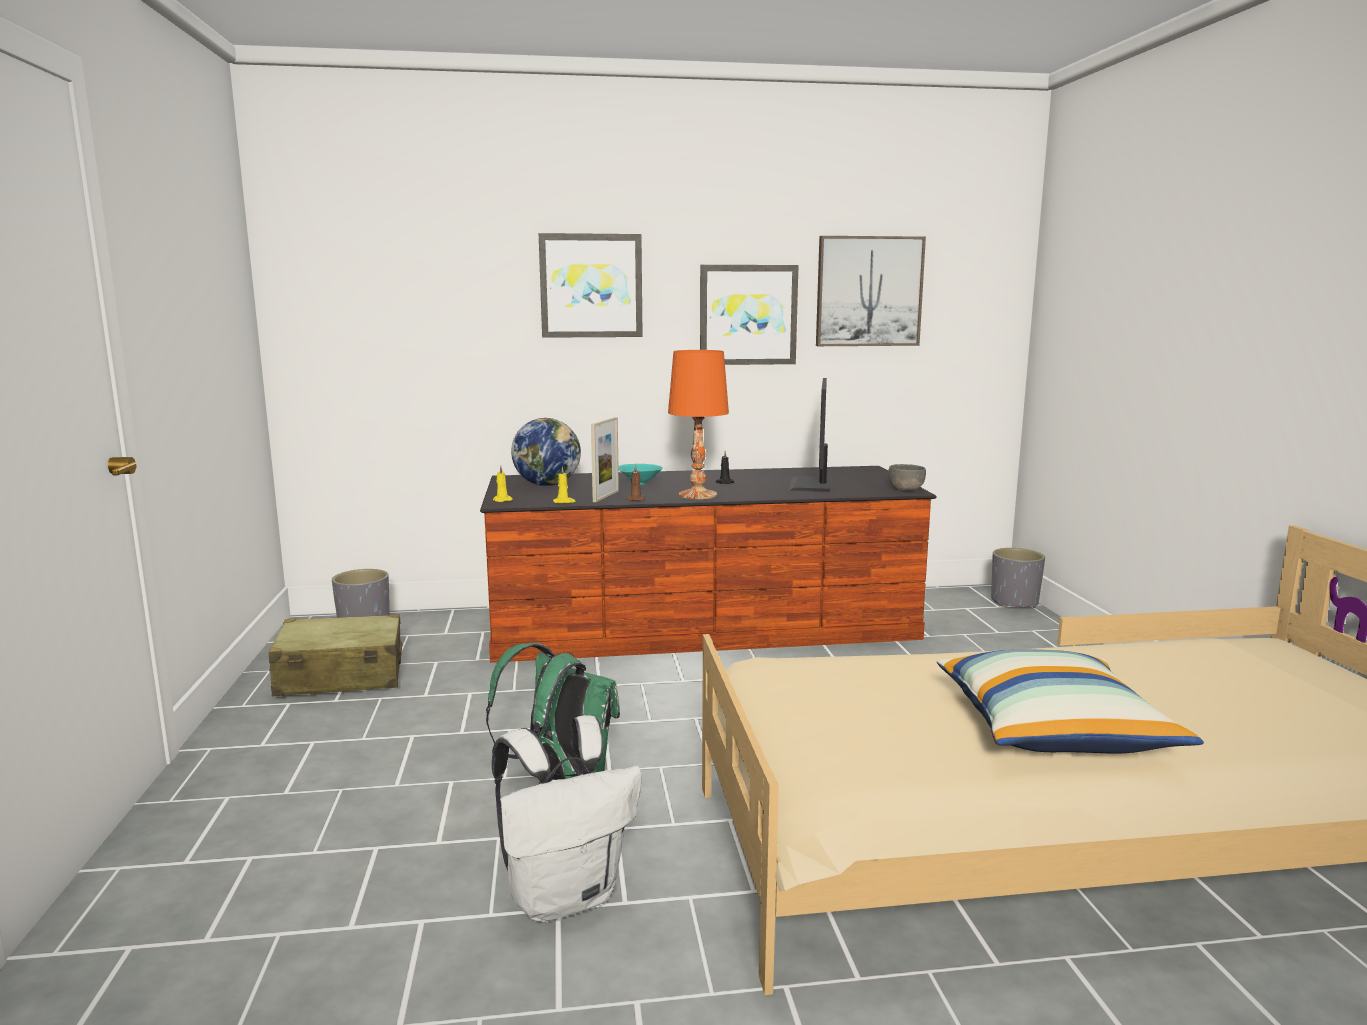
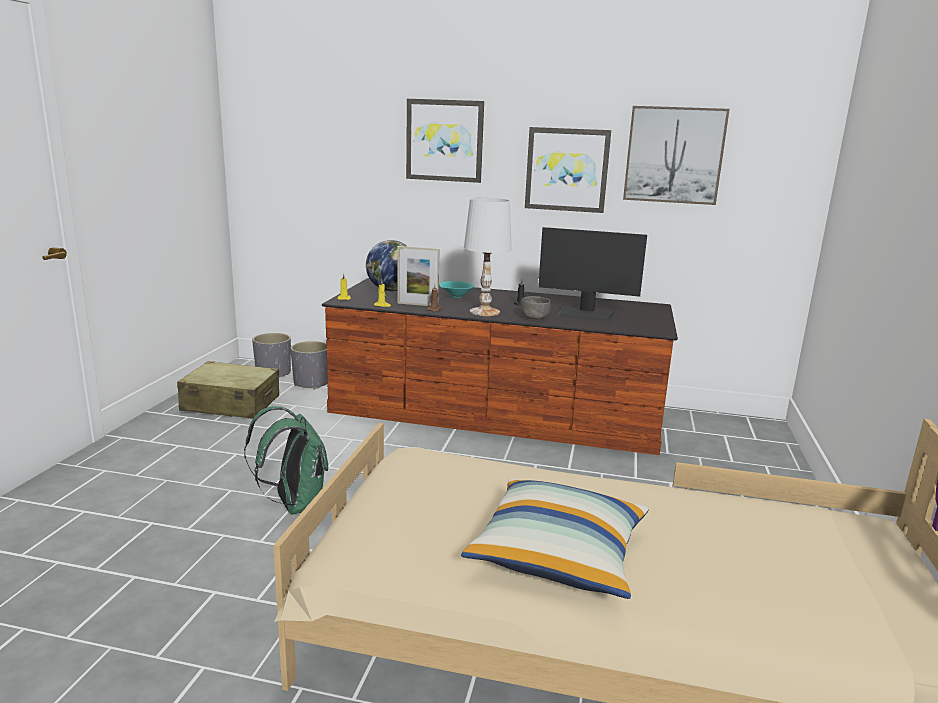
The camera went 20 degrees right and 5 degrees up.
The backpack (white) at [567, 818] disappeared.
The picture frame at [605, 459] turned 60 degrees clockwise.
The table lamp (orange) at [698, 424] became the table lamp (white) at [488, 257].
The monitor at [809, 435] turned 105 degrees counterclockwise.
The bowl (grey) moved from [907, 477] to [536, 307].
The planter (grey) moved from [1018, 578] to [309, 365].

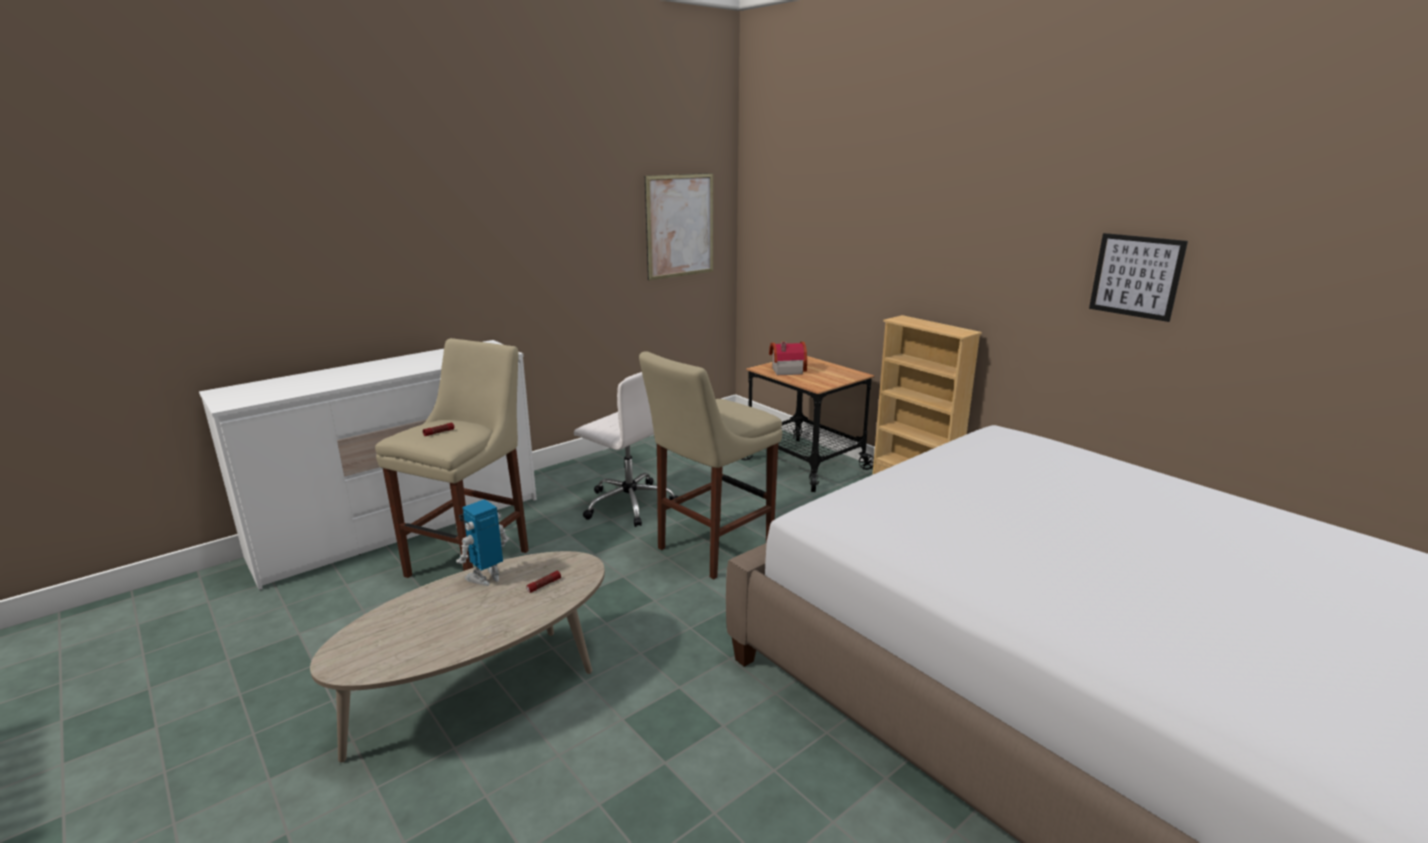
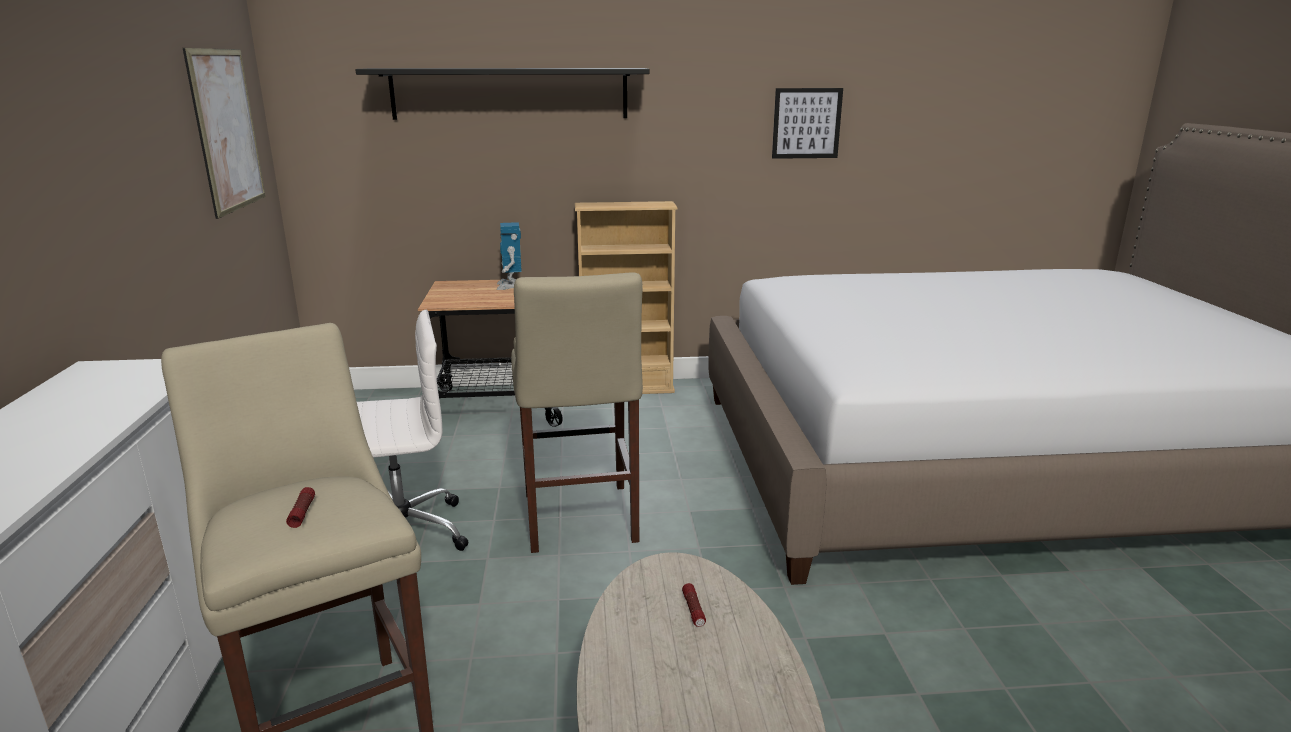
The camera went 55 degrees left and 0 degrees up.
The toy robot moved from [483, 542] to [509, 256].
The toy house at [788, 358] disappeared.
The shelf (black) at [502, 94] appeared.

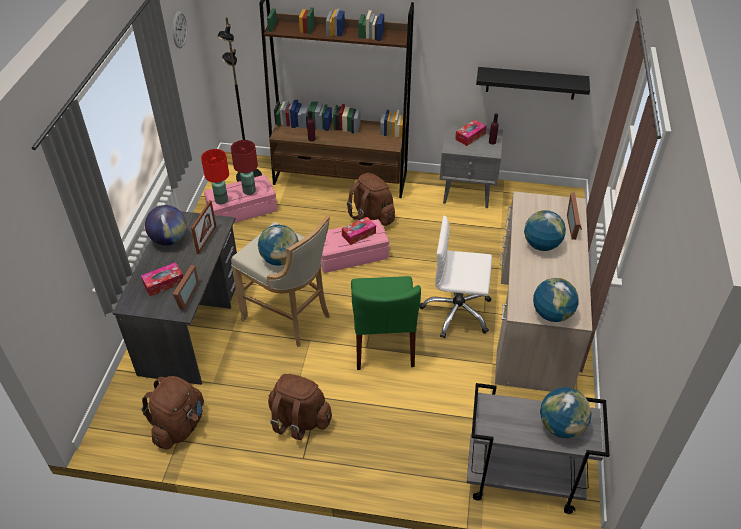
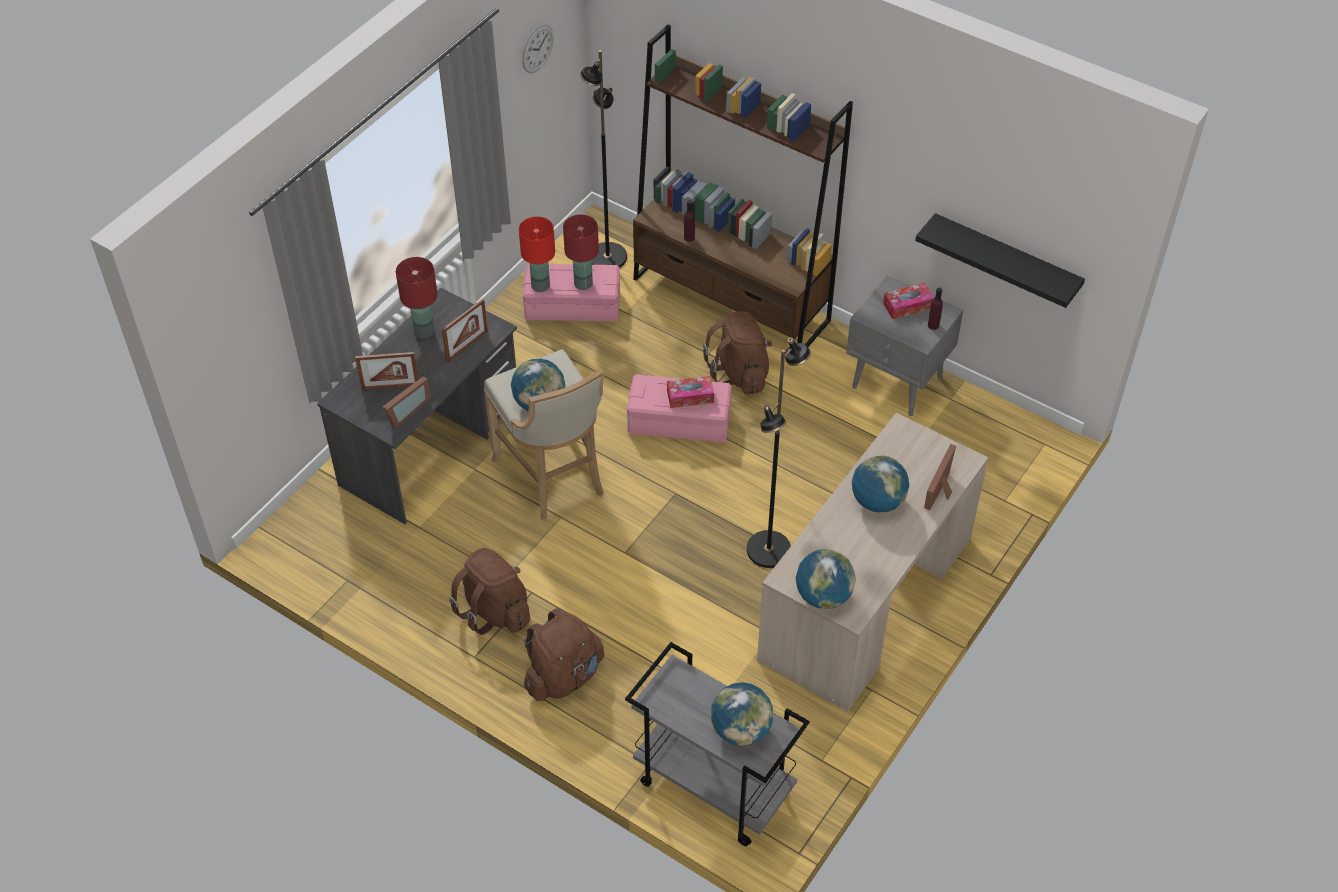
The camera went 25 degrees right and 5 degrees up.
The tissue box at [162, 279] was replaced by the picture frame at [386, 371].
The backpack (brown) moved from [172, 413] to [564, 654].
The globe at [166, 225] was replaced by the table lamp (red) at [417, 297].
The chair (green) at [386, 323] disappeared.
The office chair (white) at [456, 277] was replaced by the floor lamp (black) at [779, 453].

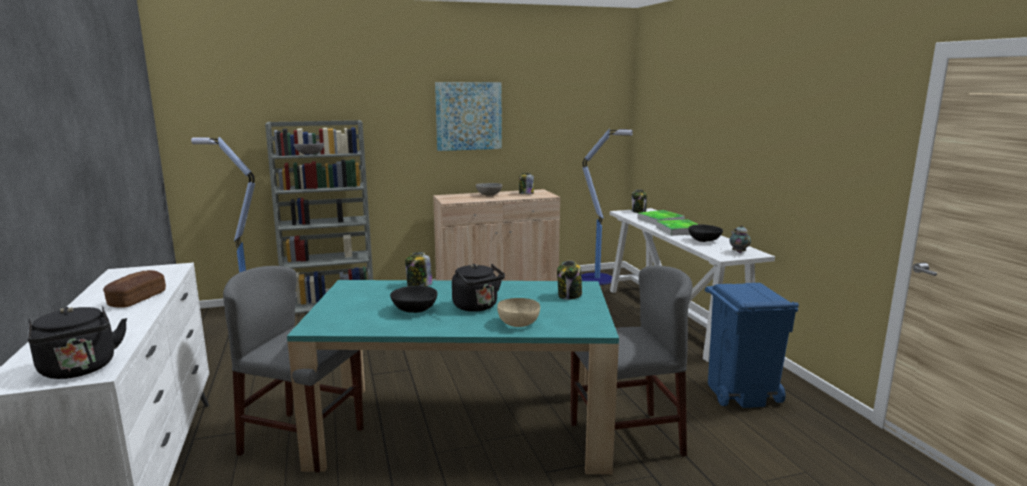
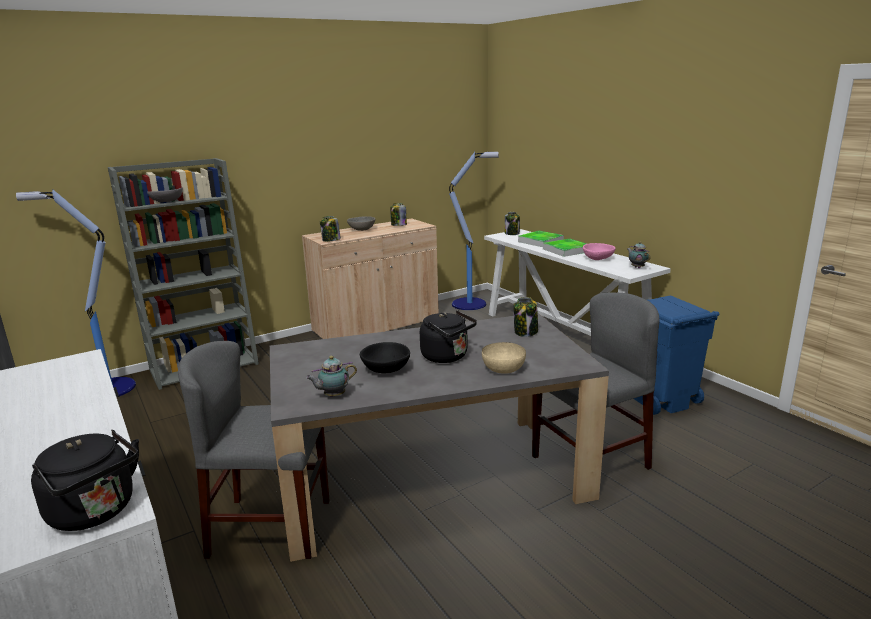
The camera went 15 degrees left and 5 degrees up.
The bread at [134, 289] disappeared.
The dining table (turquoise) at [453, 377] became the dining table (grey) at [439, 437].
The jar moved from [418, 269] to [330, 229].
The picture at [468, 116] disappeared.
The bowl (black) at [706, 233] became the bowl (pink) at [599, 251].
The teapot at [331, 376] appeared.

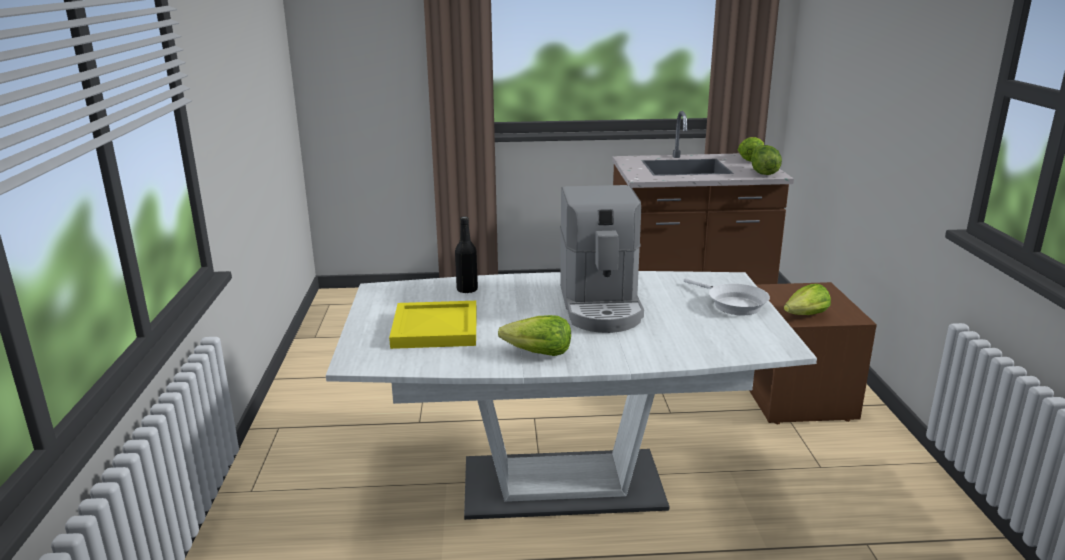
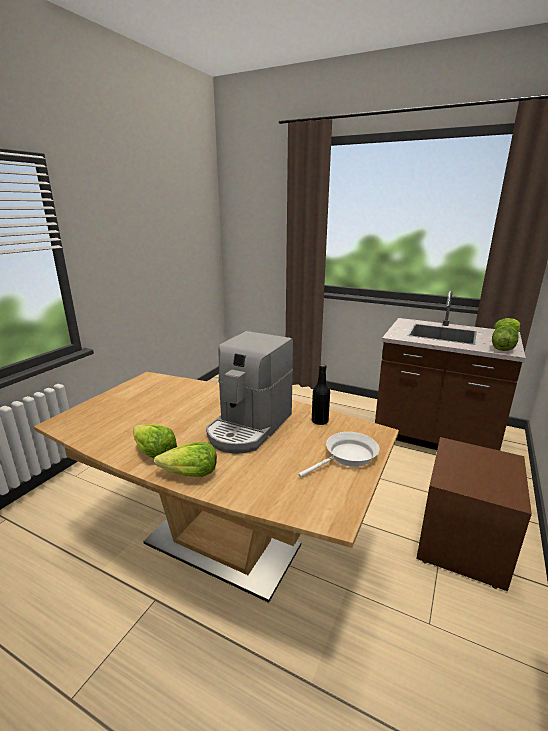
The camera went 30 degrees right and 0 degrees up.
The dining table (white) at [571, 395] became the dining table (brown) at [216, 487].
The tray (yellow) at [433, 325] disappeared.
The bottle (black) moved from [466, 254] to [321, 394].
The frying pan (white) at [727, 296] turned 120 degrees counterclockwise.
The lettuce moved from [807, 299] to [185, 459].

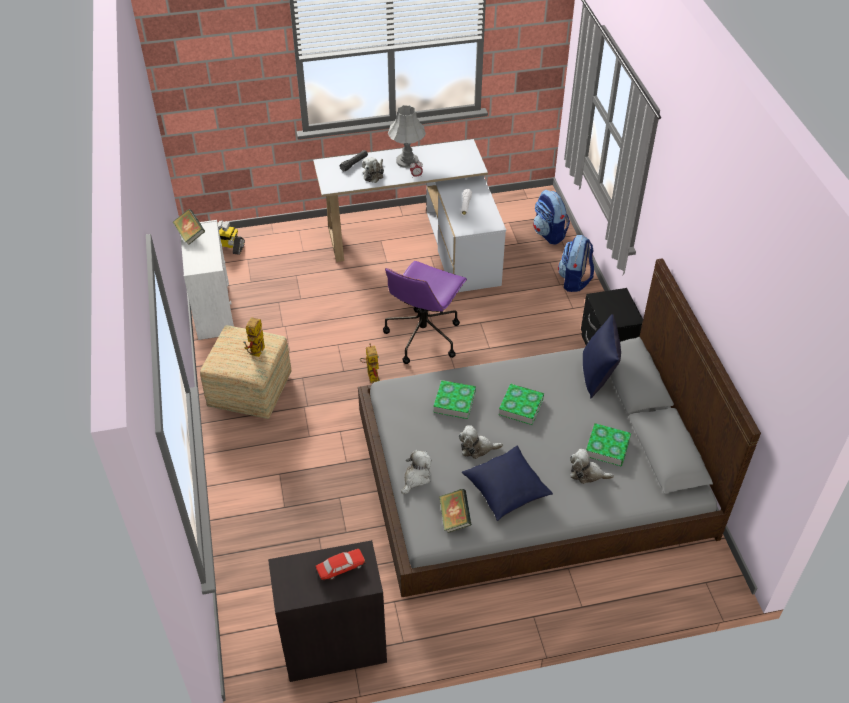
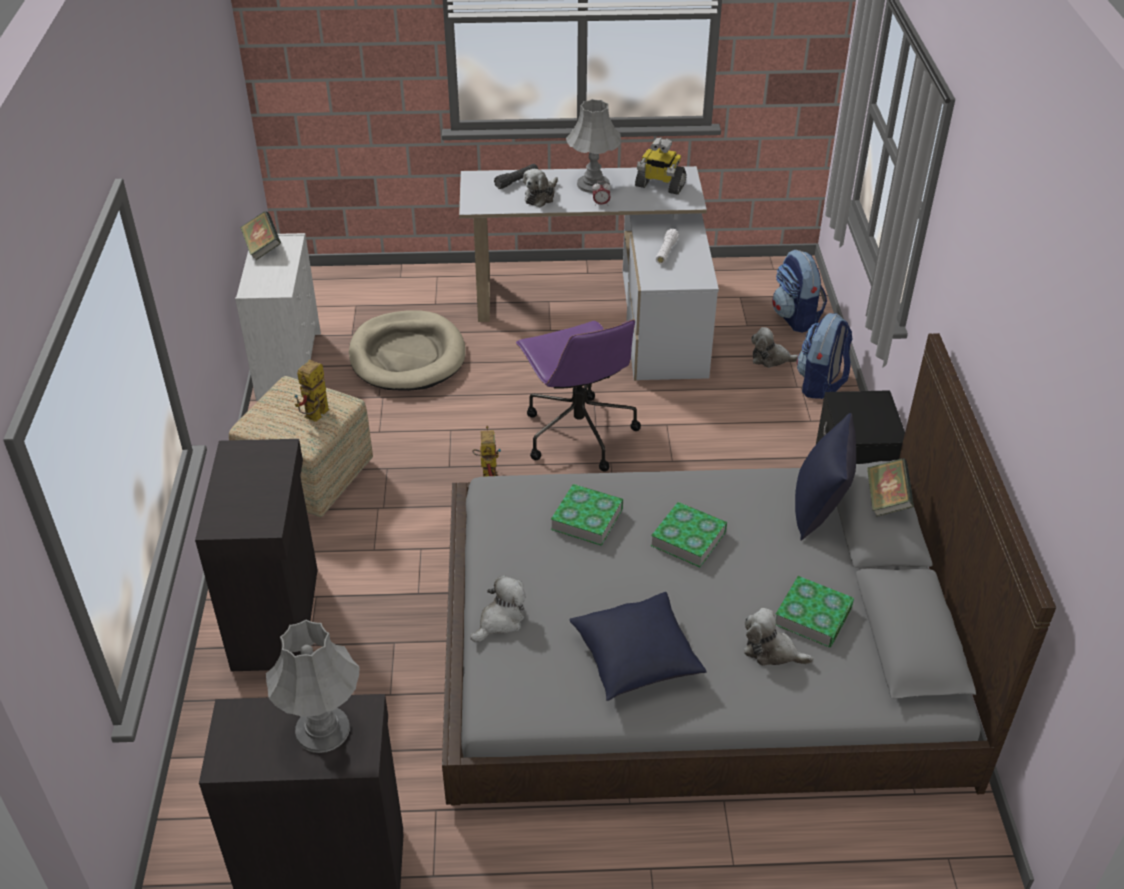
The camera went 10 degrees right and 5 degrees down.
The toy robot moved from [231, 237] to [661, 166].
The toy car at [341, 565] was replaced by the table lamp (grey) at [313, 686].
The office chair (purple) at [425, 312] turned 60 degrees counterclockwise.
The book moved from [455, 511] to [890, 487].
The plush toy moved from [481, 442] to [775, 347].
The cabinet (black) at [256, 555] appeared.
The dog bed (beige) at [407, 350] appeared.

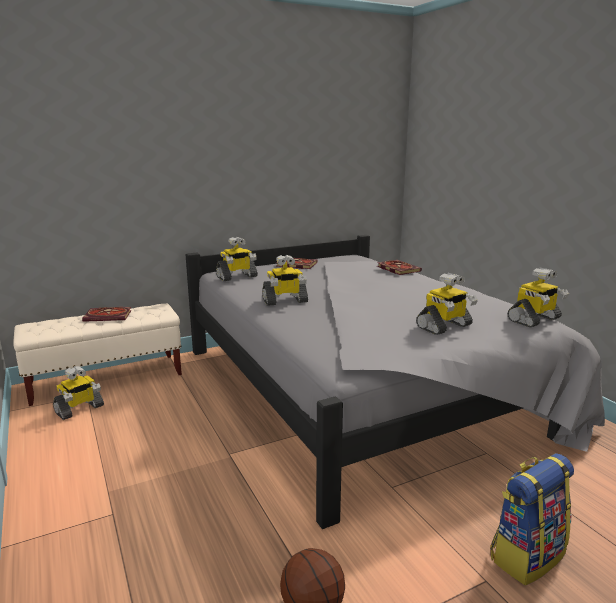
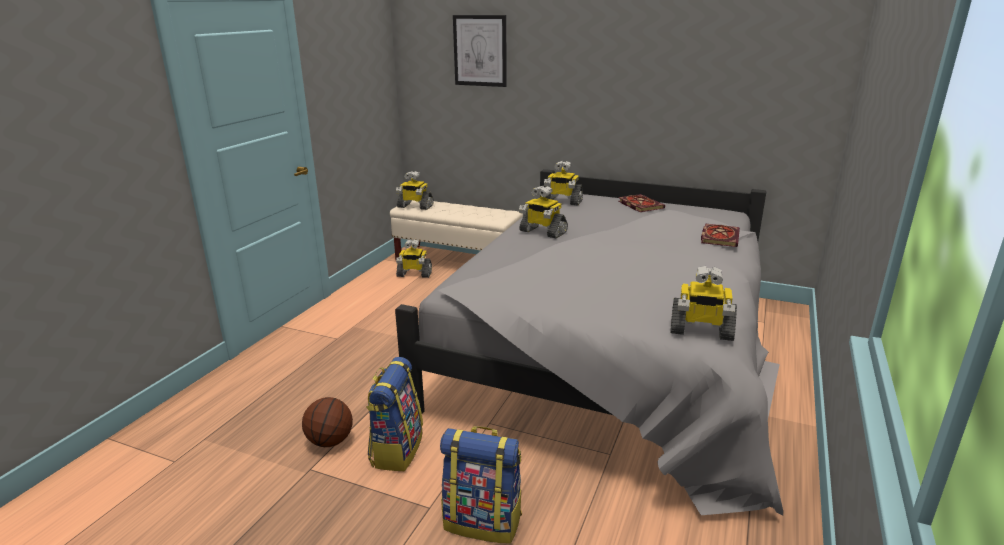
The camera went 50 degrees right and 5 degrees up.
The book at [107, 314] disappeared.
The toy robot moved from [447, 304] to [415, 190].
The backpack at [395, 414] appeared.
The picture at [480, 51] appeared.

